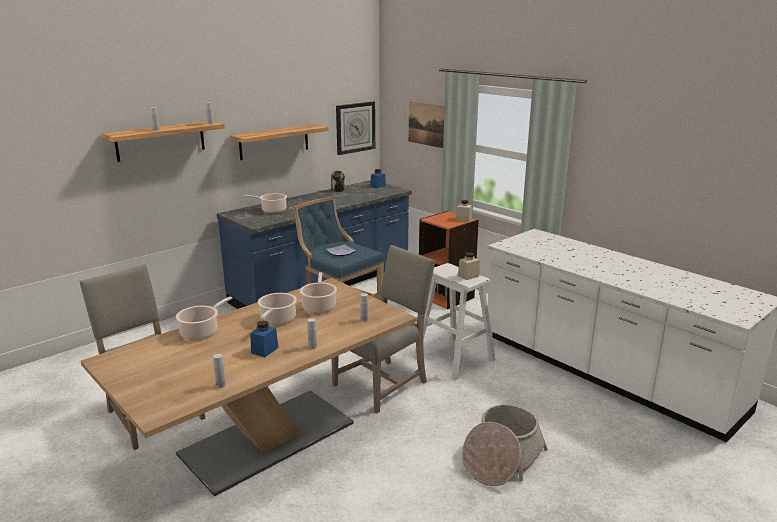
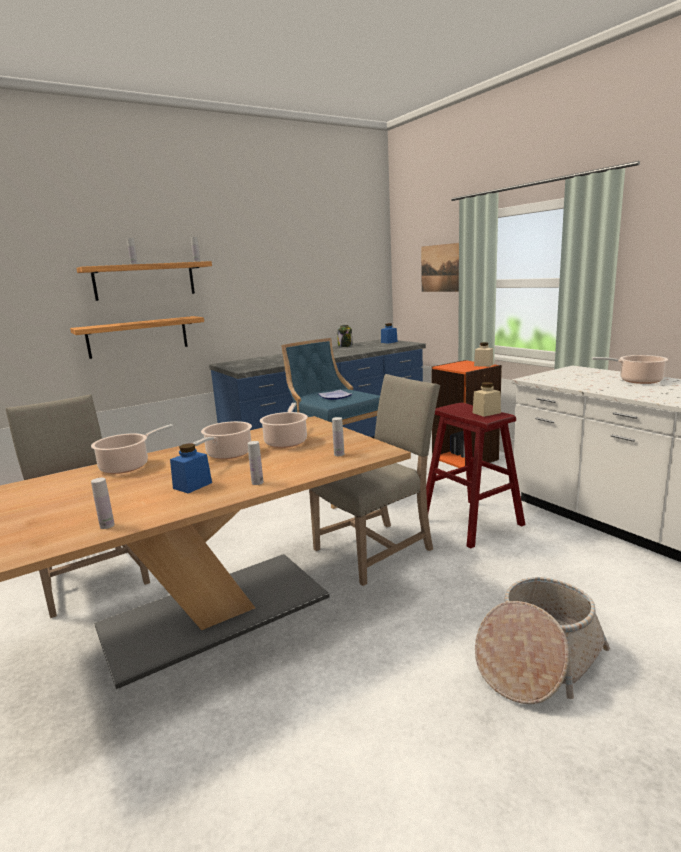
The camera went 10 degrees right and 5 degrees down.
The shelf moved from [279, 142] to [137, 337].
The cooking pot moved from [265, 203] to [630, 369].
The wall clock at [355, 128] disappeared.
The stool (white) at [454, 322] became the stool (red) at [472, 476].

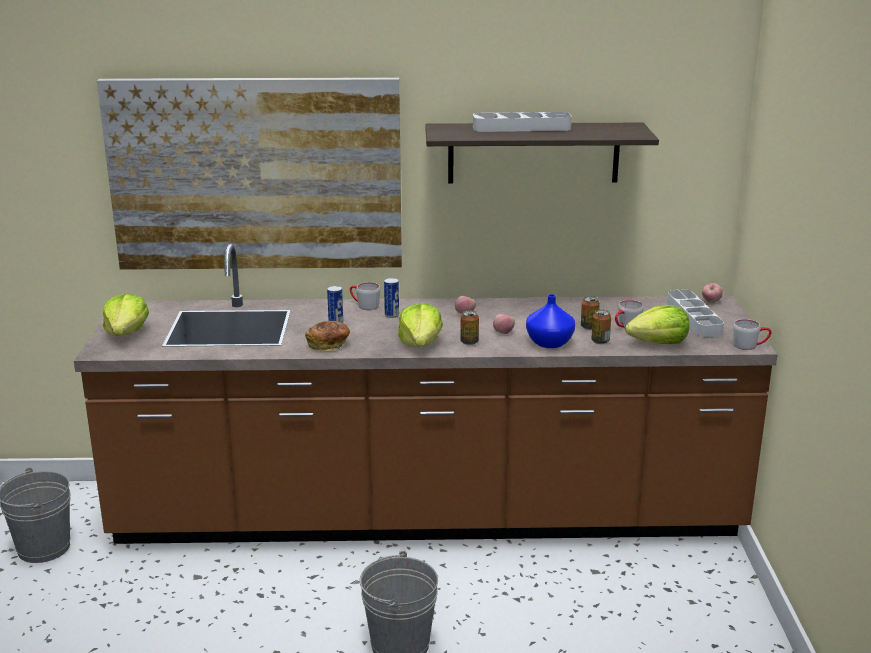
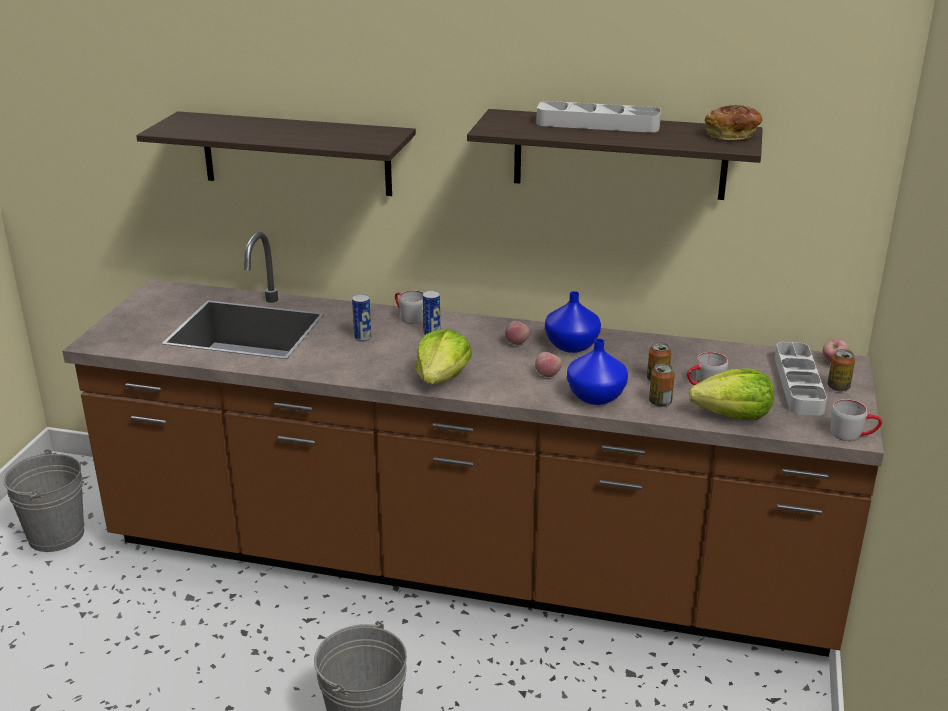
The camera went 15 degrees right and 5 degrees up.
The picture at [249, 173] was replaced by the shelf at [276, 153].
The lettuce at [126, 315] disappeared.
The bread moved from [327, 336] to [733, 122].
The can moved from [470, 327] to [841, 370].
The vase (blue) at [573, 322] appeared.

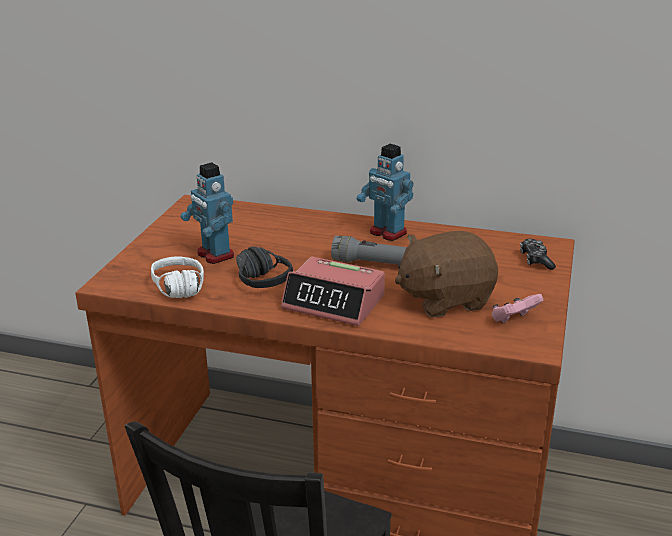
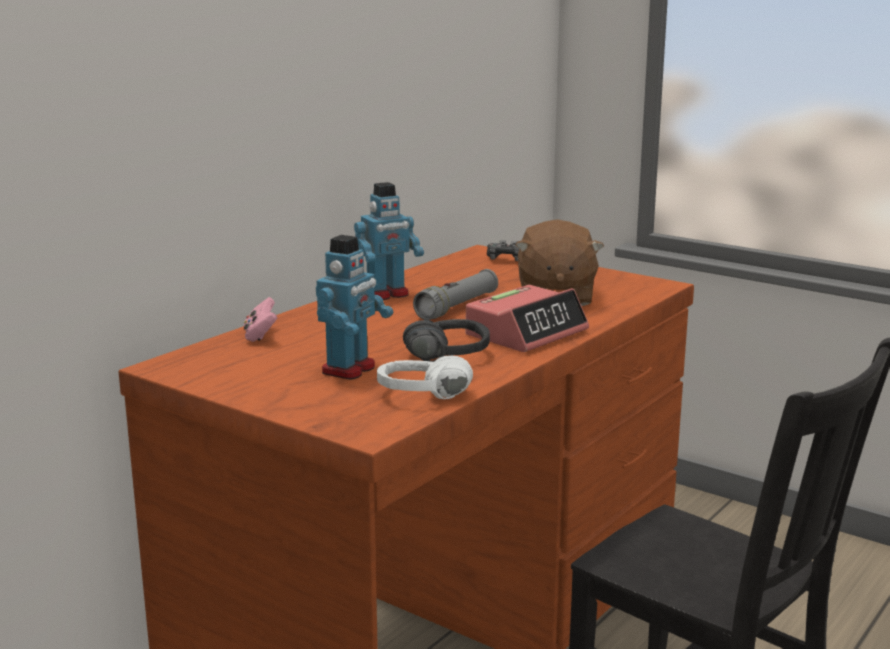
The camera went 70 degrees left and 10 degrees down.
The toy robot at [207, 213] turned 45 degrees counterclockwise.
The game controller (pink) moved from [518, 308] to [260, 319].

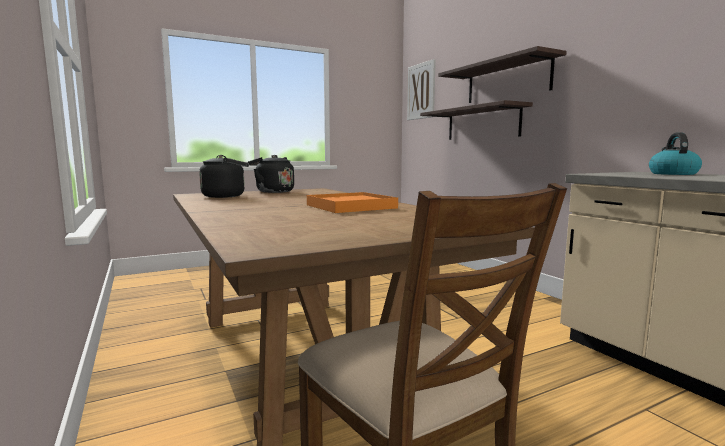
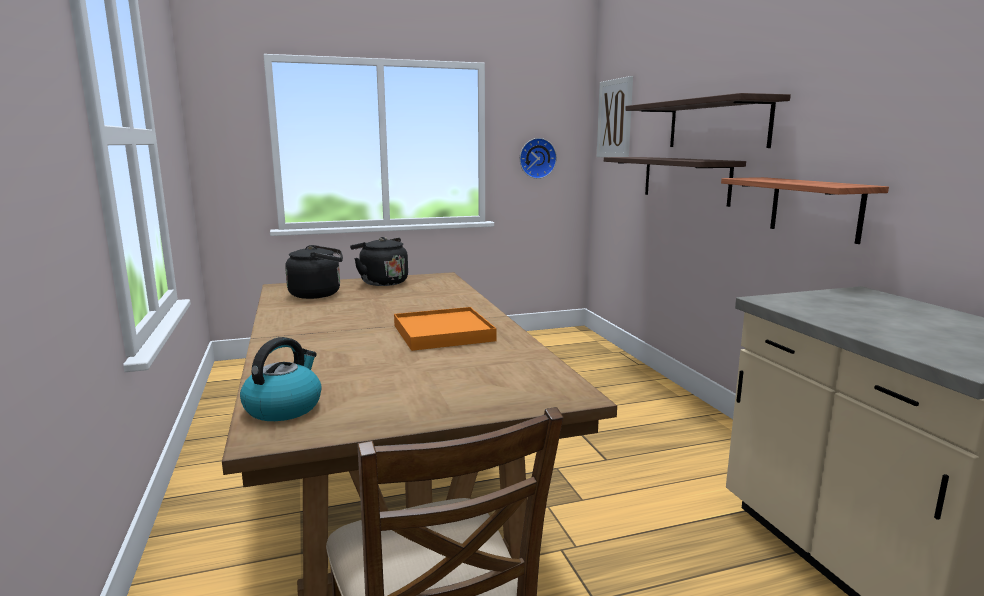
The camera went 10 degrees right and 5 degrees up.
The kettle moved from [675, 154] to [280, 379].
The wall clock at [538, 158] appeared.
The shelf at [805, 210] appeared.

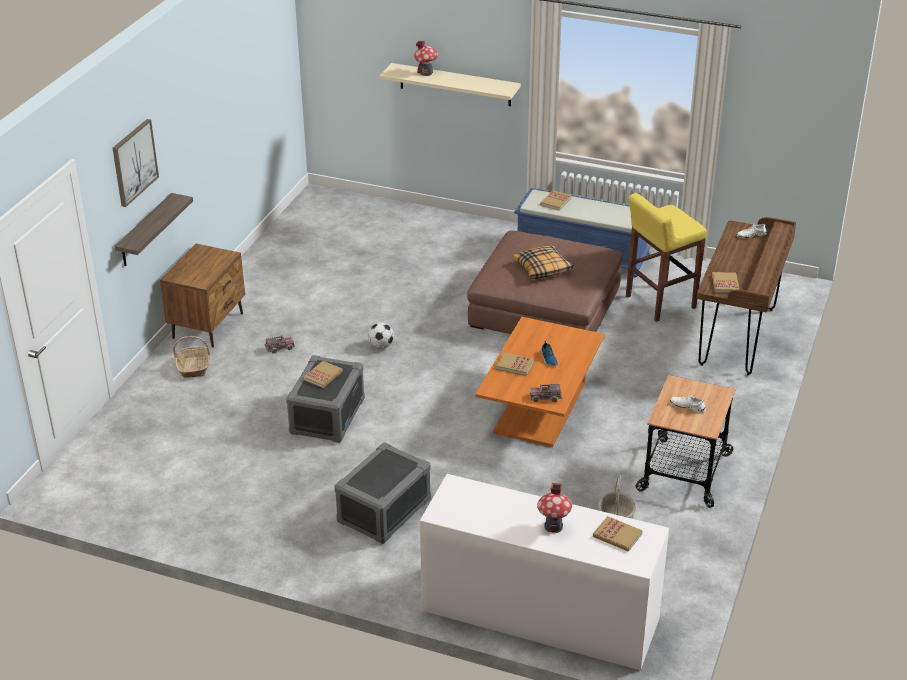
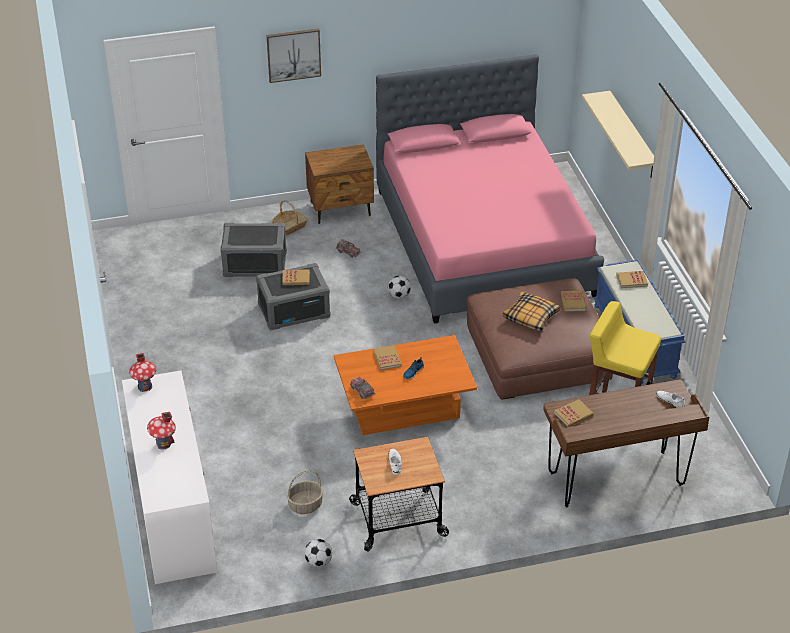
The camera went 55 degrees right and 5 degrees up.
The shelf at [153, 229] disappeared.
The storage box (grey) moved from [382, 493] to [253, 250].
The toy house moved from [426, 58] to [142, 372].
The book moved from [618, 534] to [573, 301].
The football at [318, 553] appeared.
The bed (pink) at [490, 188] appeared.

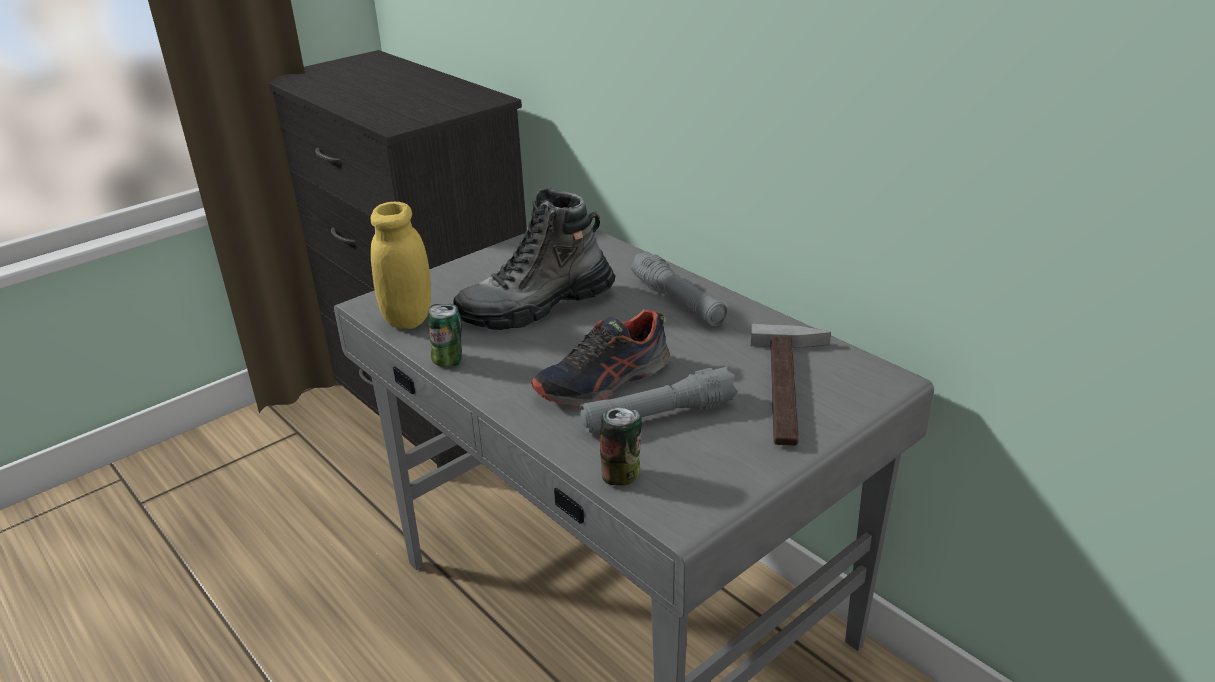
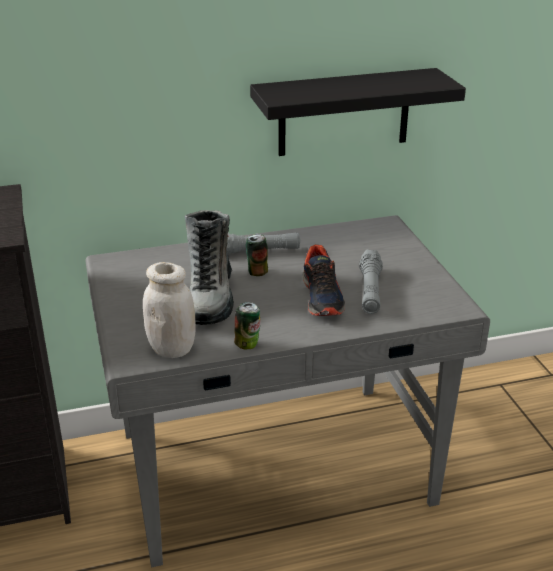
The camera went 65 degrees left and 0 degrees up.
The jar (yellow) at [401, 265] became the jar (white) at [169, 310].
The can moved from [621, 447] to [257, 254].
The hammer at [791, 385] disappeared.
The shelf (black) at [358, 112] appeared.

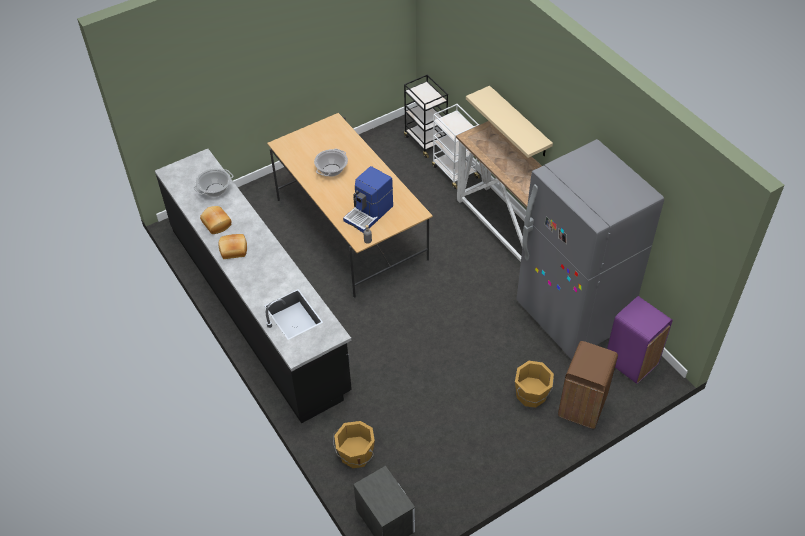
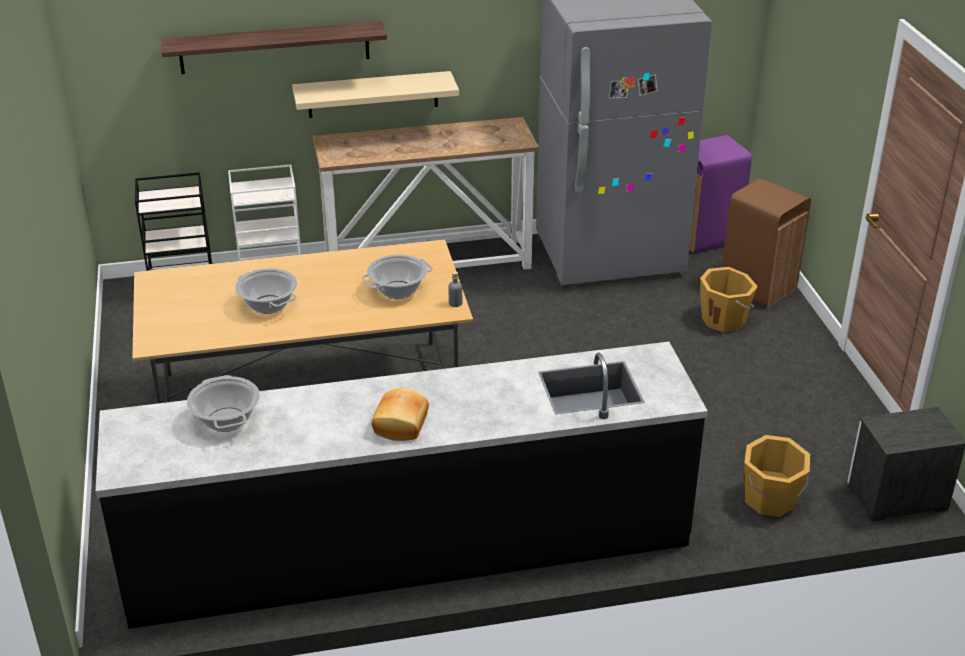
The camera went 70 degrees left and 15 degrees down.
The bread at [216, 220] disappeared.
The coffee machine at [368, 199] was replaced by the cooking pot at [397, 276].
The shelf at [274, 47] appeared.

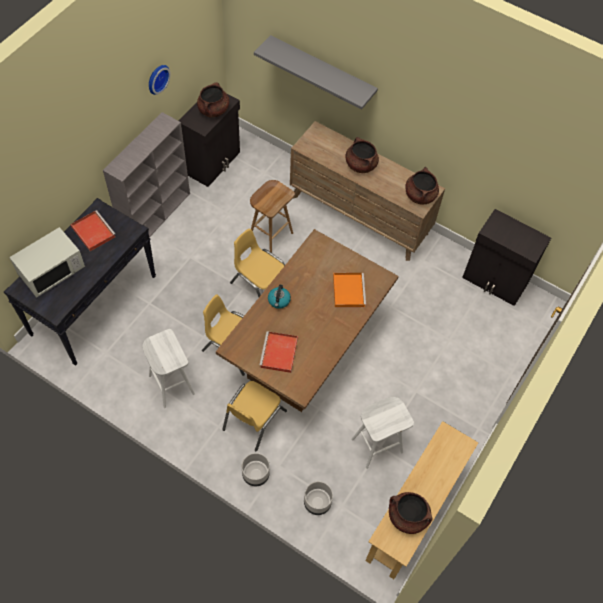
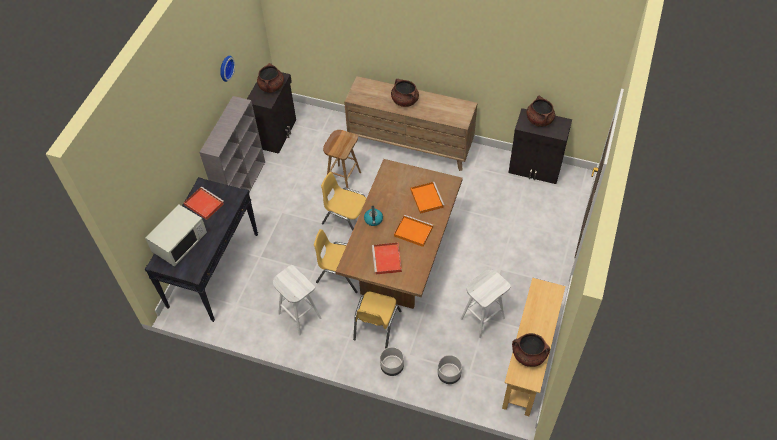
The camera went 10 degrees left and 5 degrees down.
The shelf (grey) at [316, 72] disappeared.
The cooking pot (brown) moved from [422, 186] to [540, 111].
The tray (orange) at [413, 231] appeared.

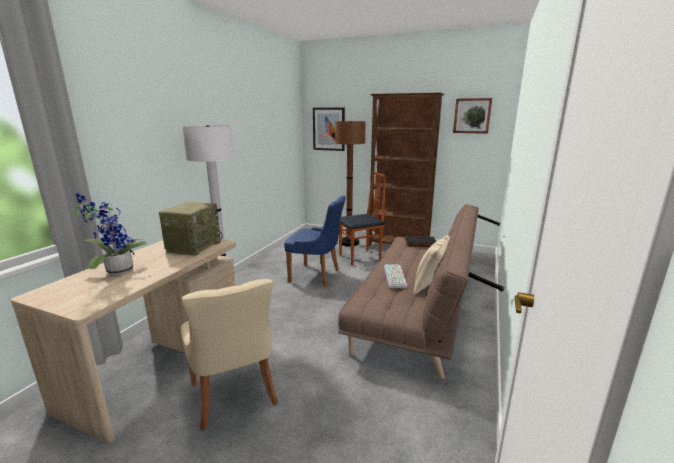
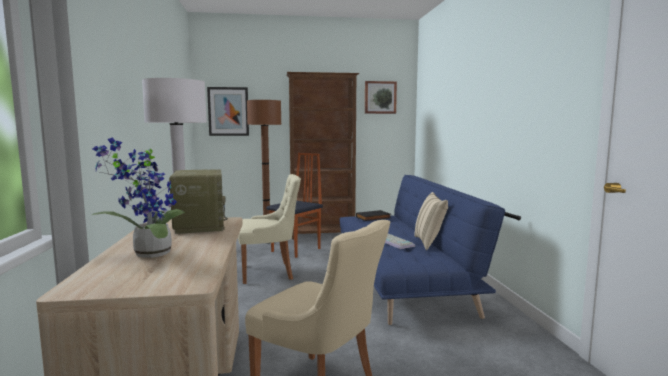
The camera went 30 degrees left and 10 degrees down.
The chair (blue) at [315, 241] became the chair (beige) at [269, 229].
The sofa (brown) at [421, 291] became the sofa (blue) at [430, 250].

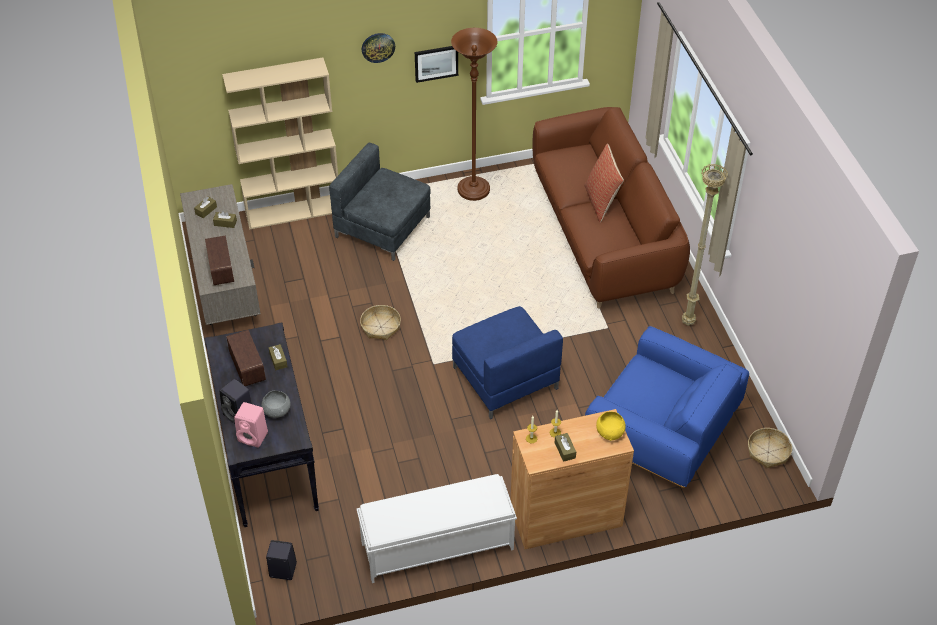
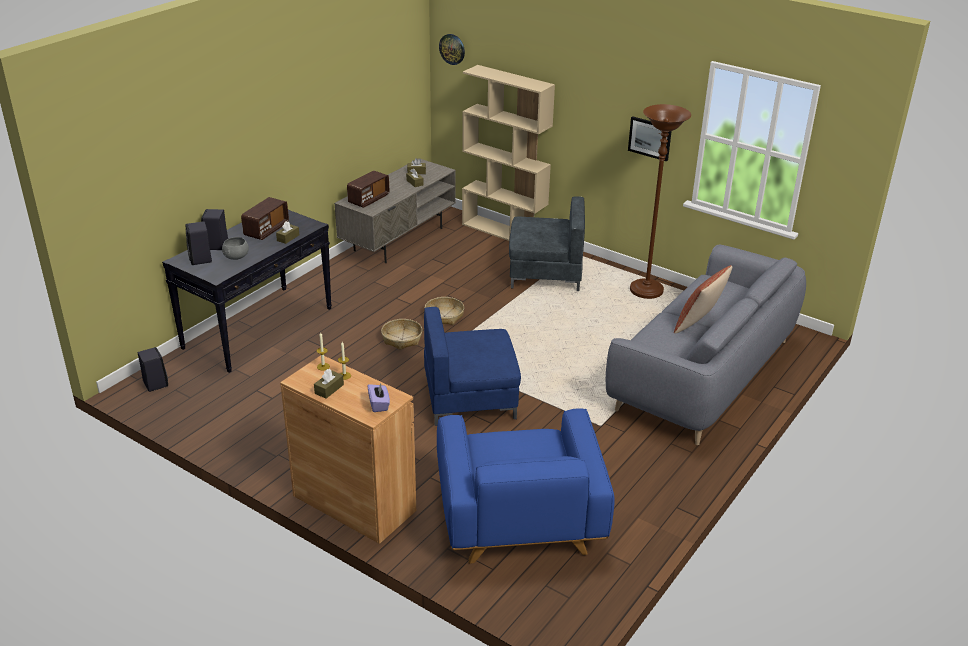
The camera went 50 degrees right and 15 degrees down.
The speaker (pink) at [251, 425] became the speaker (black) at [199, 243].
The armchair (grey) at [380, 202] turned 105 degrees clockwise.
The bench (white) at [436, 528] disappeared.
The wall clock moved from [378, 48] to [452, 49].
The armchair (blue) at [507, 362] turned 60 degrees clockwise.
The sofa (brown) at [611, 207] became the sofa (grey) at [706, 345].
The bowl (yellow) at [611, 426] was replaced by the tissue box (purple) at [379, 398].
The floor lamp (beige) at [705, 245] disappeared.
The basket moved from [770, 448] to [402, 334].

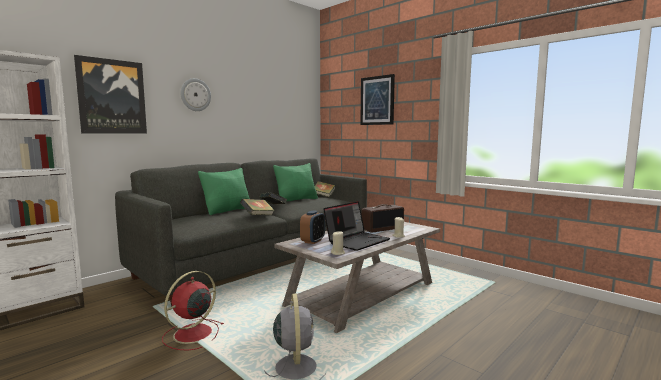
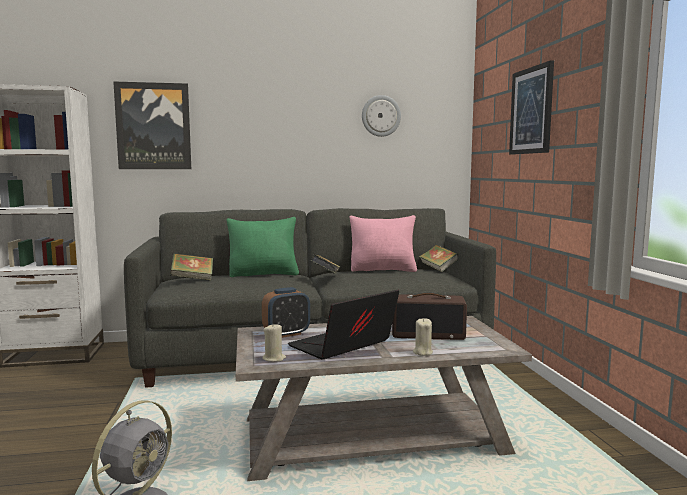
The camera went 35 degrees right and 0 degrees up.
The fan (red) at [193, 310] disappeared.
The wall clock moved from [196, 94] to [381, 116].
The book moved from [257, 207] to [191, 267].
The pillow (green) at [295, 182] became the pillow (pink) at [383, 243].
The laptop at [356, 226] turned 150 degrees clockwise.

